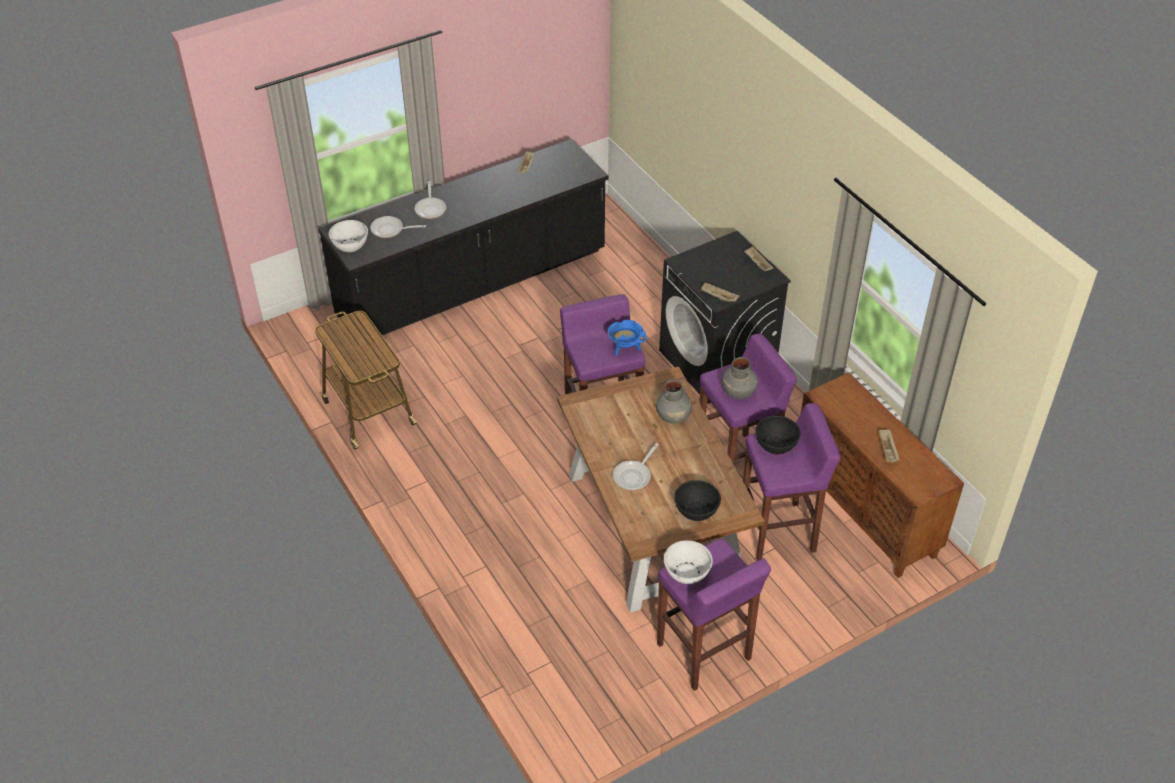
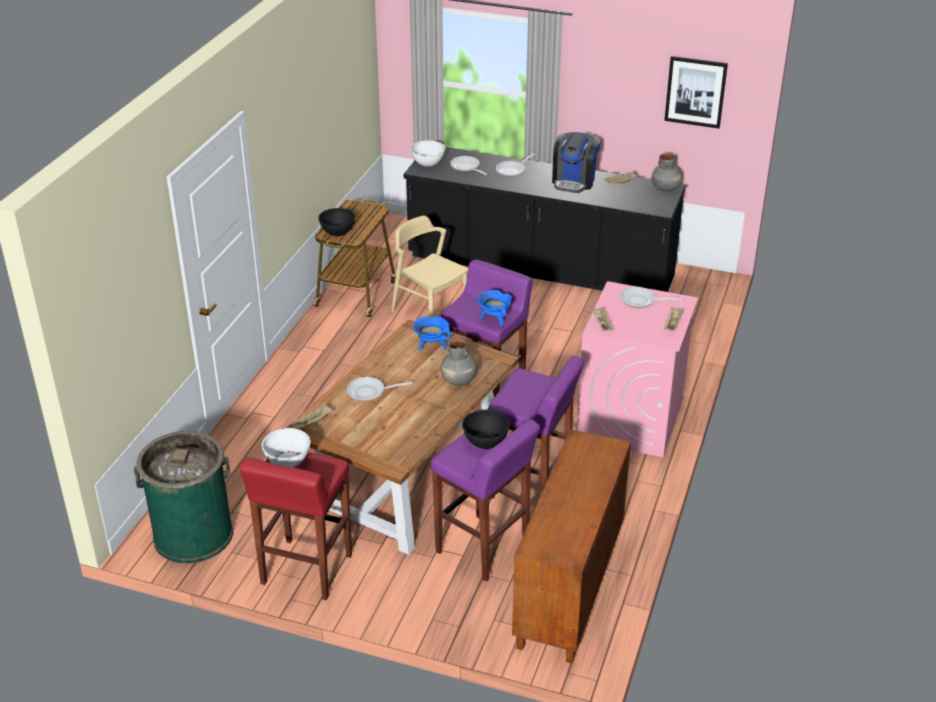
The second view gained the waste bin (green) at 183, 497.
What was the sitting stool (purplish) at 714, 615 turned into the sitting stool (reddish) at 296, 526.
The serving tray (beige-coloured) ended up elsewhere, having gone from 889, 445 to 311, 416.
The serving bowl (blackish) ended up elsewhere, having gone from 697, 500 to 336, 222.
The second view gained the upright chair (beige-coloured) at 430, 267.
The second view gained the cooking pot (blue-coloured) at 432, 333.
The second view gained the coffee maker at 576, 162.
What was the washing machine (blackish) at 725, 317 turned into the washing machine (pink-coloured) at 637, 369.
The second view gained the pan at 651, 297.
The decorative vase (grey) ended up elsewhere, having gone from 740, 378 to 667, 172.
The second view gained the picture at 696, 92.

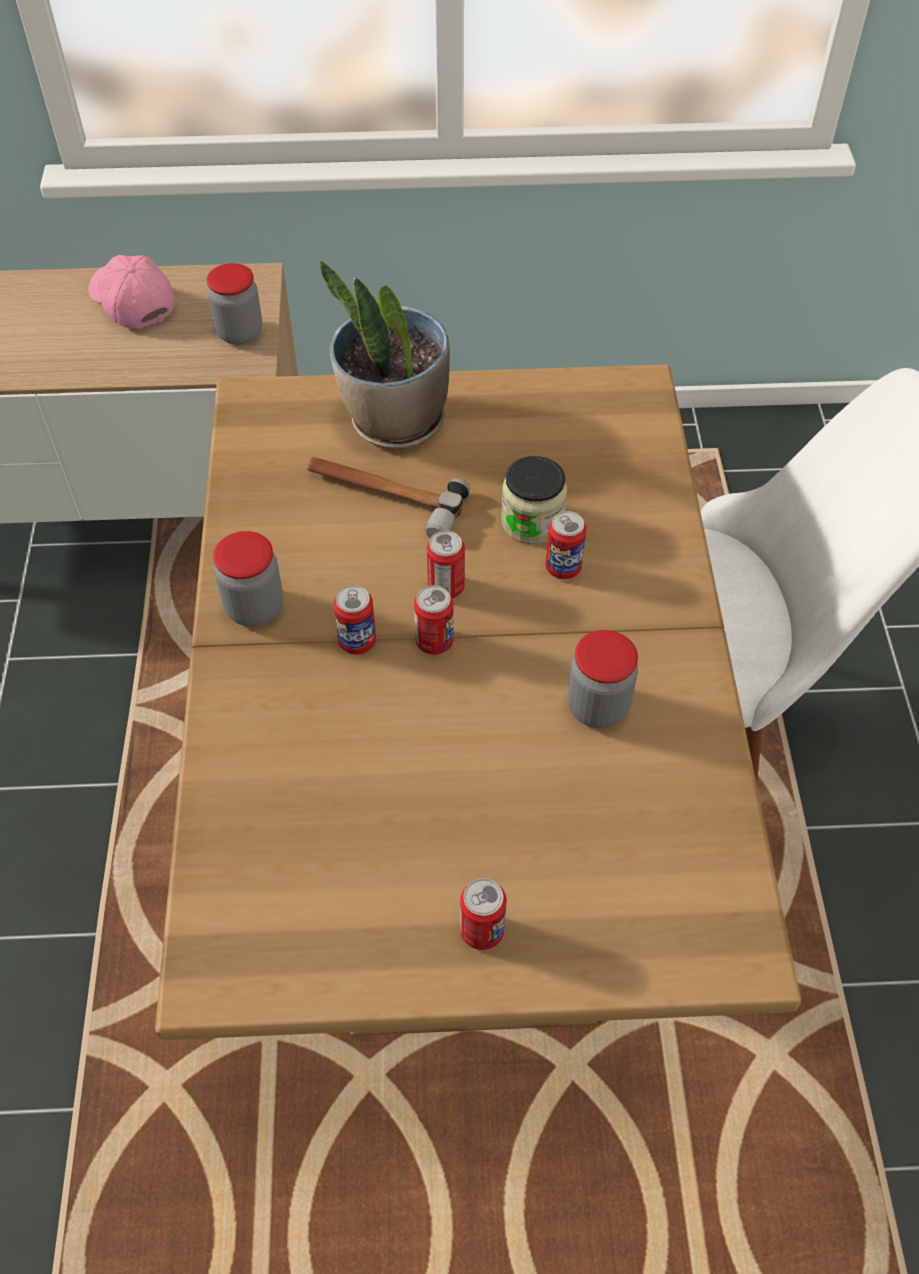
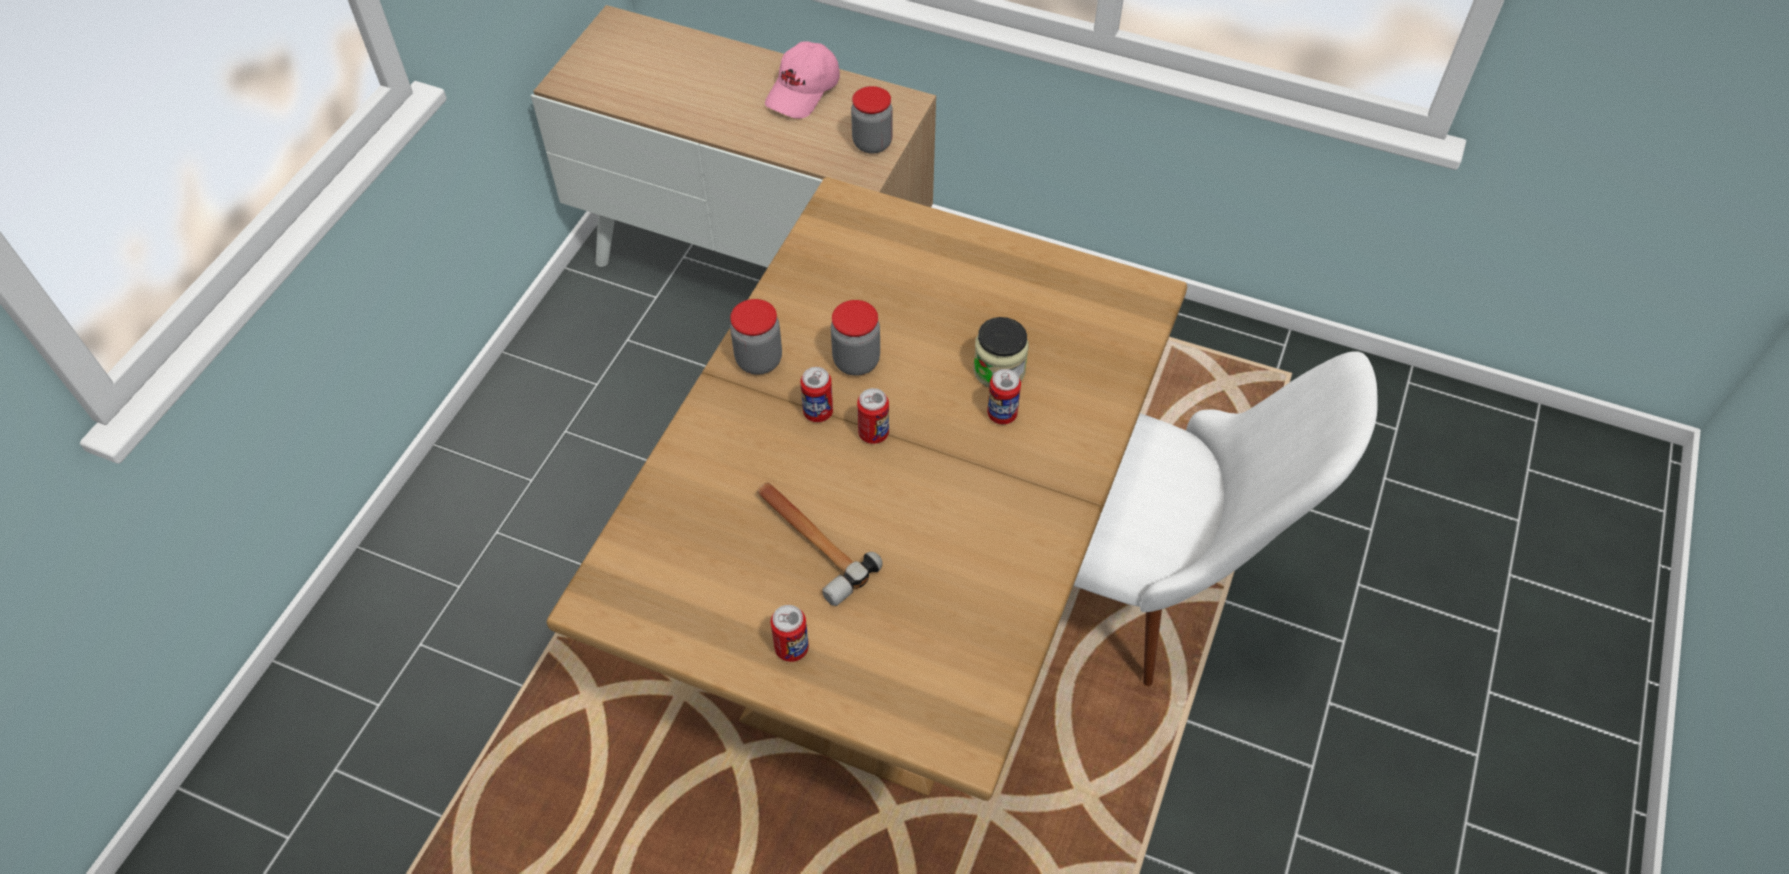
The tool hammer ended up elsewhere, having gone from 388, 497 to 819, 544.
The cap (pink-coloured) at 131, 292 ended up facing another way, 135 degrees counterclockwise from before.
The jar ended up elsewhere, having gone from 602, 679 to 855, 338.
The second view lost the plant in a pot at 385, 354.
The second view lost the metal can at 446, 564.

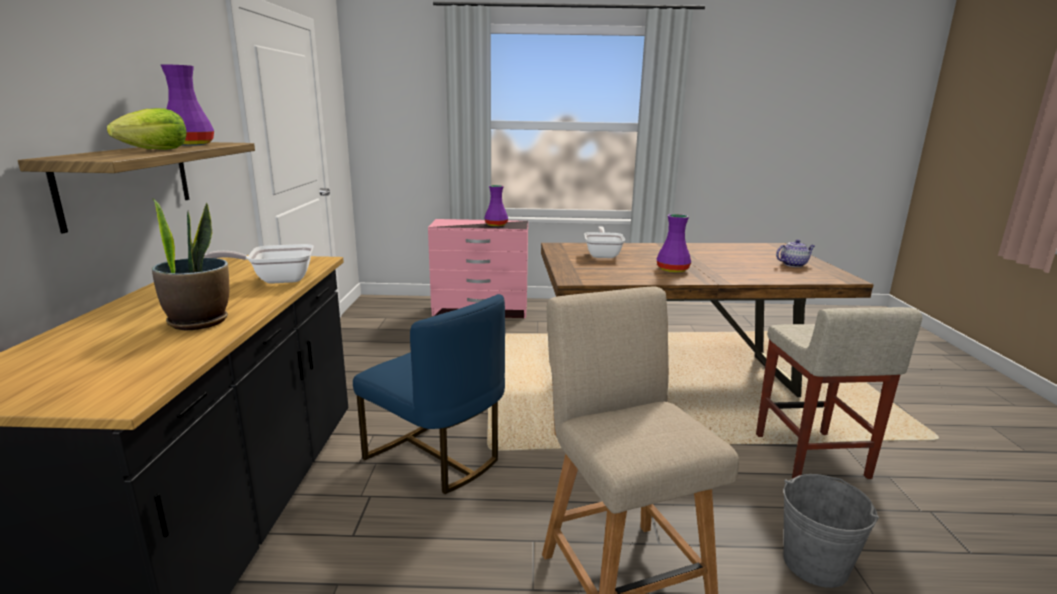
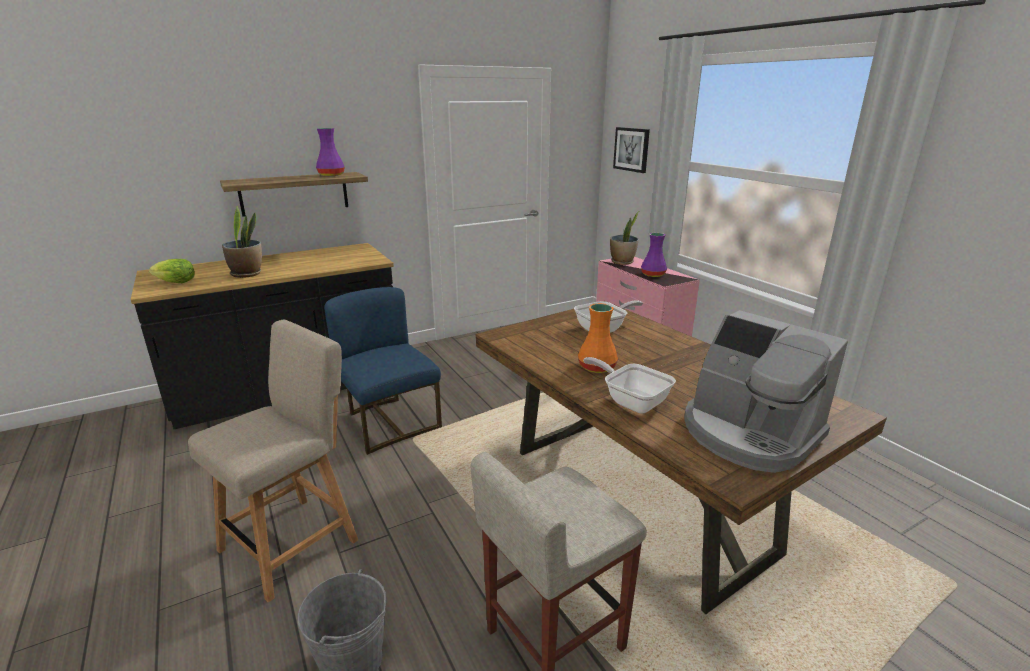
The head of lettuce ended up elsewhere, having gone from 147, 129 to 172, 271.
The upright chair (blue-coloured) at 429, 394 ended up facing another way, 135 degrees clockwise from before.
What was the decorative vase (purplish) at 674, 243 turned into the decorative vase (orange) at 598, 338.
The pan ended up elsewhere, having gone from 259, 264 to 629, 385.
The second view gained the plant in a pot at 624, 238.
The second view gained the picture at 631, 150.
Where the teapot stood at 795, 253, the coffee maker came to stand at 766, 391.

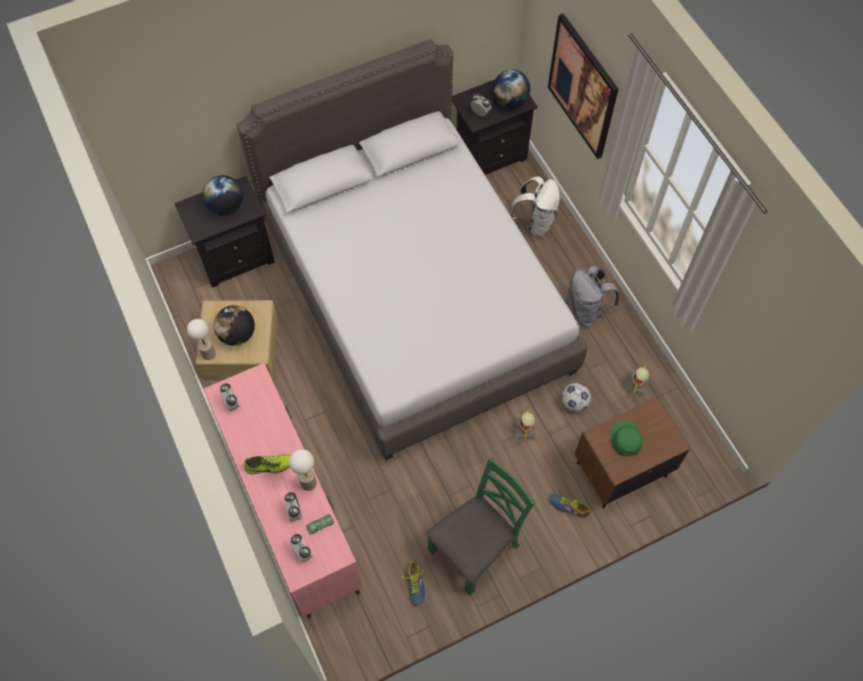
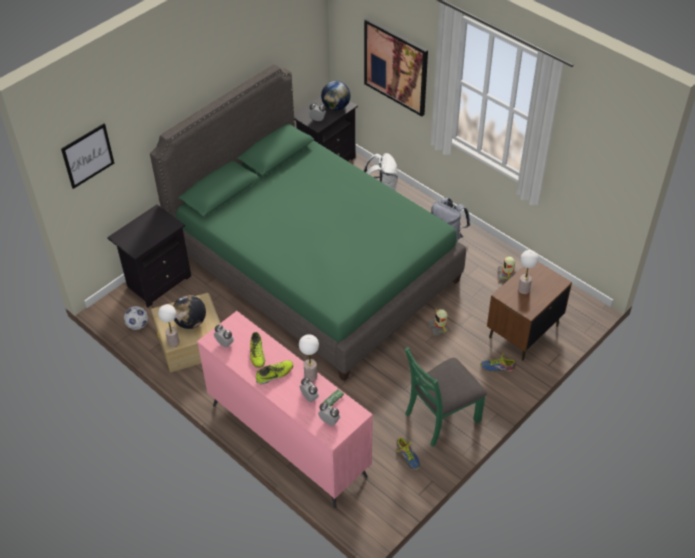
The second view gained the picture at 87, 156.
The ball for football ended up elsewhere, having gone from 576, 397 to 136, 318.
What was the bedroom bed (grey) at 412, 249 turned into the bedroom bed (green) at 308, 222.
The second view gained the low shoe at 257, 350.
The upright chair (green) at 481, 526 ended up facing another way, 150 degrees counterclockwise from before.
Where the cap (green) stood at 627, 438, the table lamp came to stand at 528, 272.
The second view lost the desk globe at 222, 195.

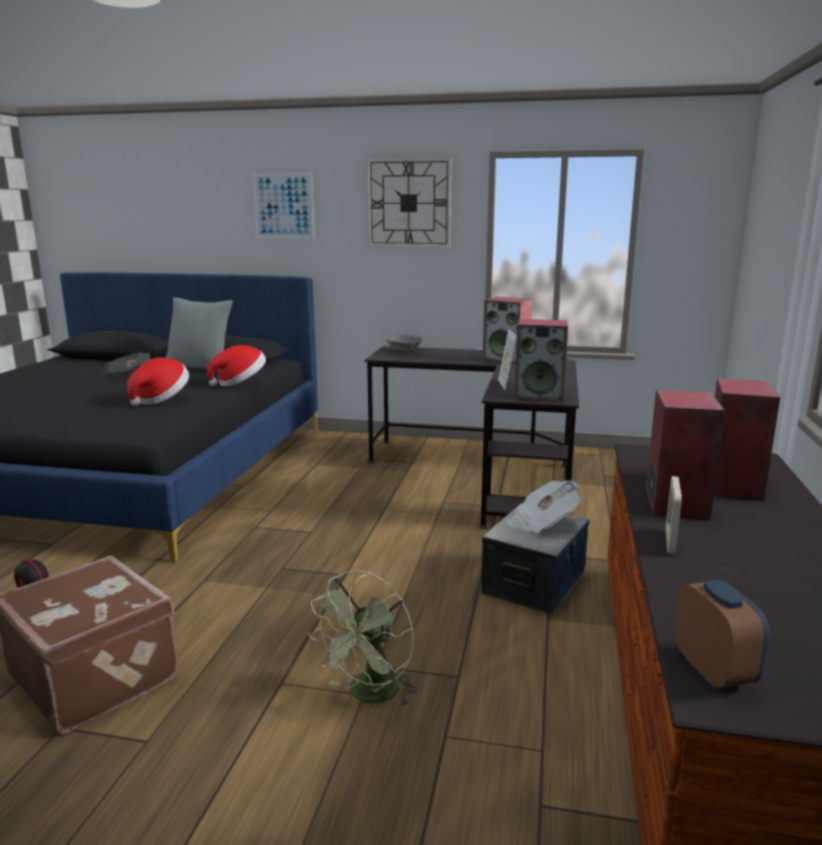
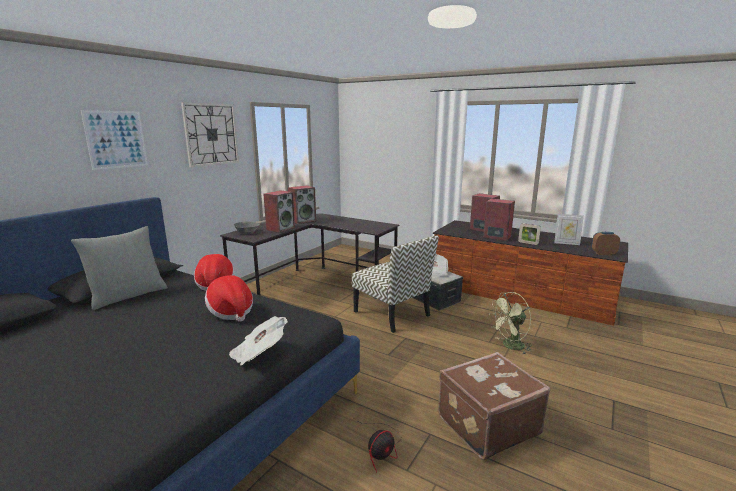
The newspaper ended up elsewhere, having gone from 127, 362 to 258, 340.
The loudspeaker ended up elsewhere, having gone from 541, 361 to 279, 211.
The second view gained the upright chair at 395, 284.
The fan (green) at 362, 638 ended up facing another way, 105 degrees clockwise from before.
The standing frame ended up elsewhere, having gone from 507, 359 to 569, 229.

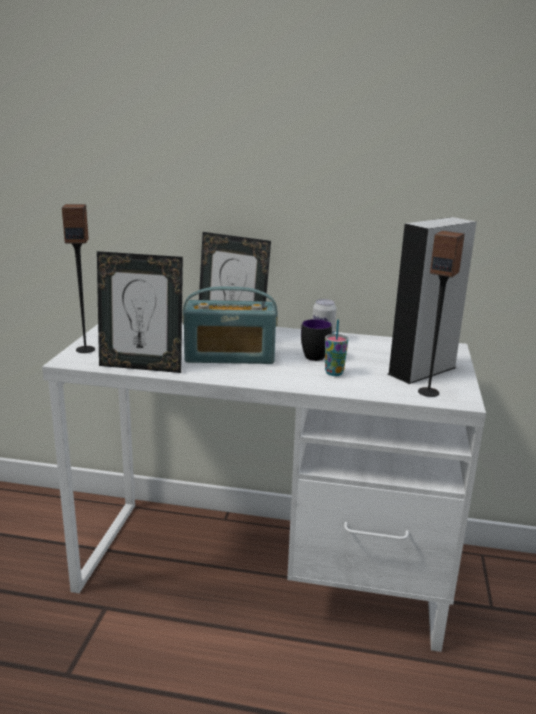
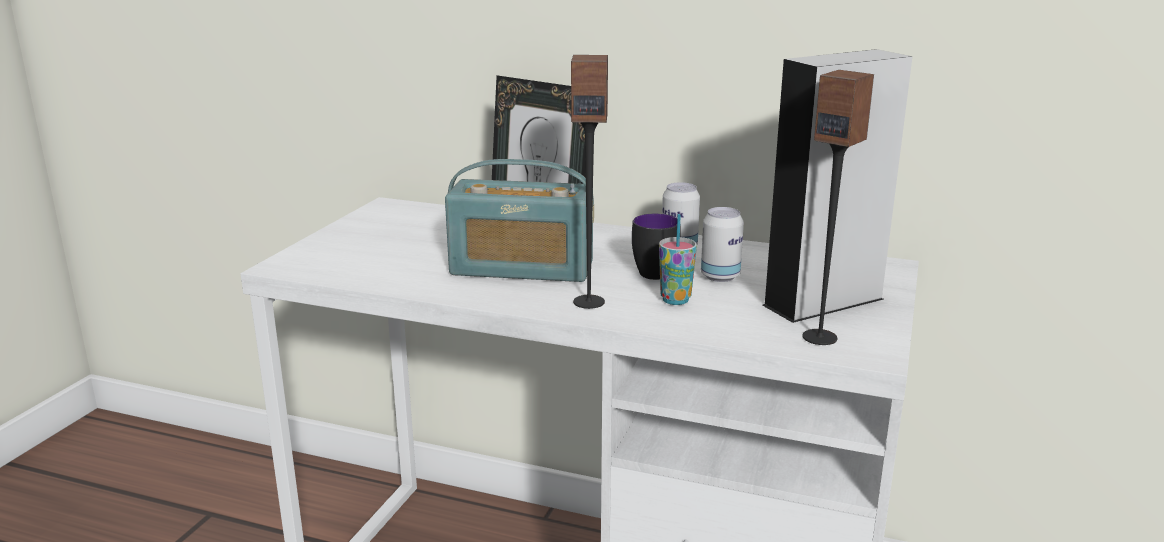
The loudspeaker ended up elsewhere, having gone from 78, 278 to 589, 182.
The second view gained the metal can at 722, 244.
The second view lost the standing frame at 140, 312.

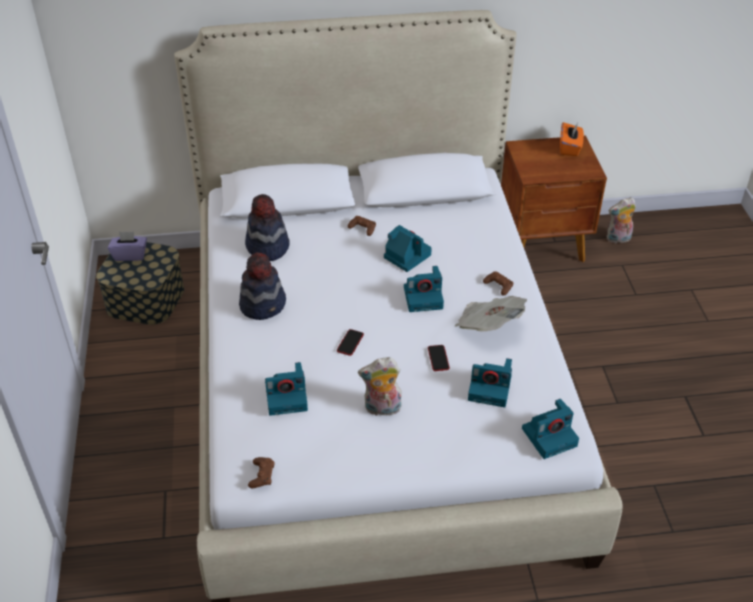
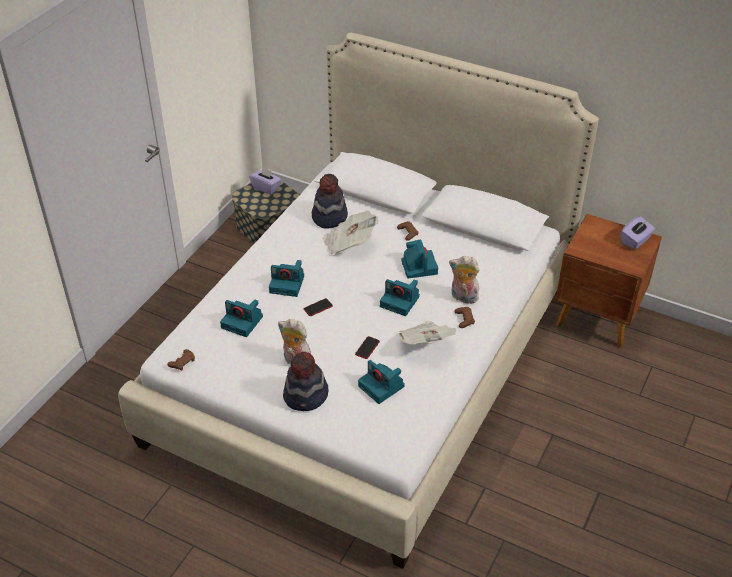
The still camera ended up elsewhere, having gone from 550, 429 to 286, 278.
The wearable hat ended up elsewhere, having gone from 262, 286 to 306, 381.
The second view gained the newspaper at 350, 233.
The soft toy ended up elsewhere, having gone from 621, 220 to 464, 280.
What was the box of tissues (orange) at 572, 139 turned into the box of tissues (purplish) at 638, 233.

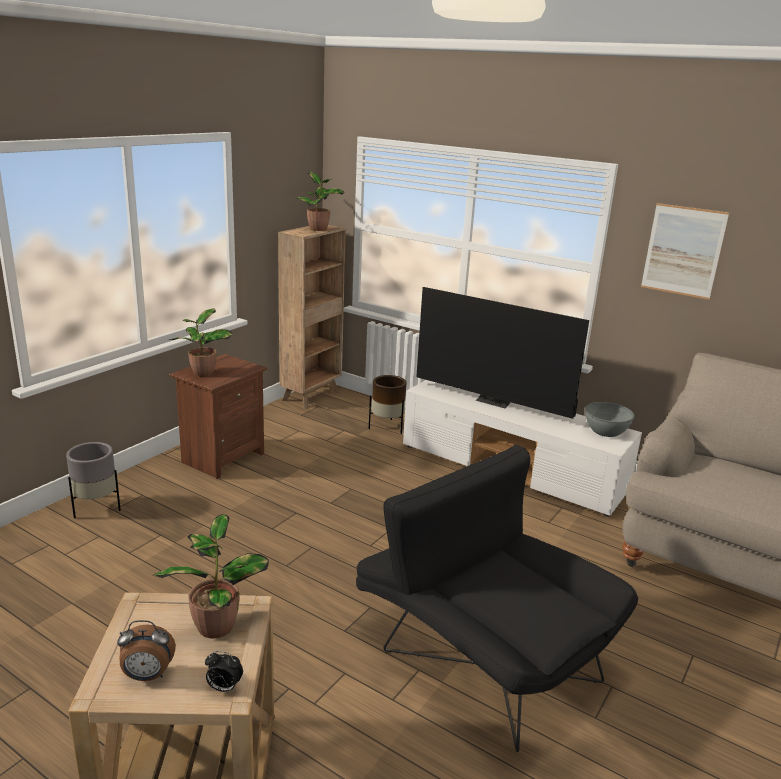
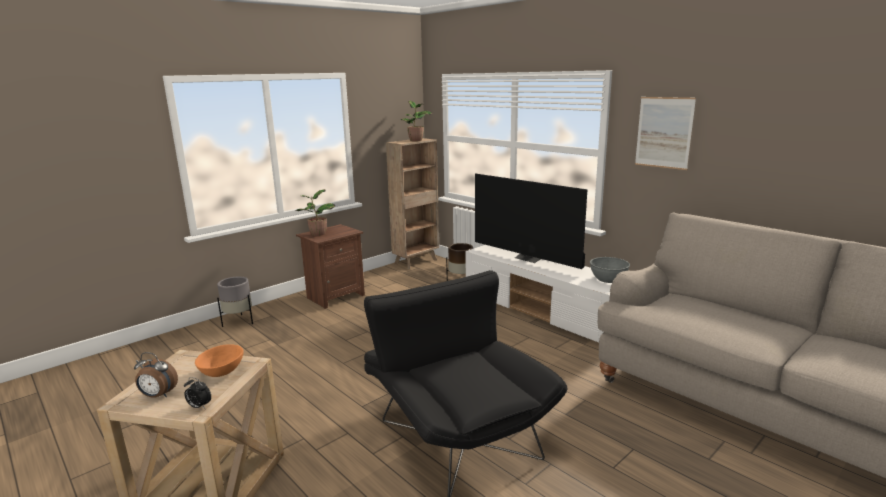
Where the plant in a pot stood at 211, 576, the serving bowl (orange) came to stand at 219, 360.

